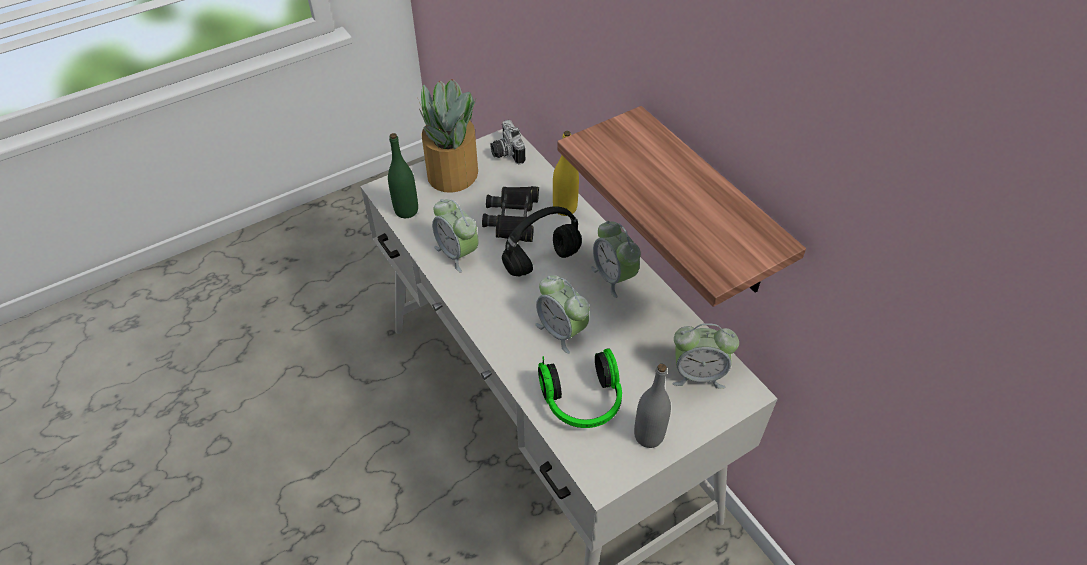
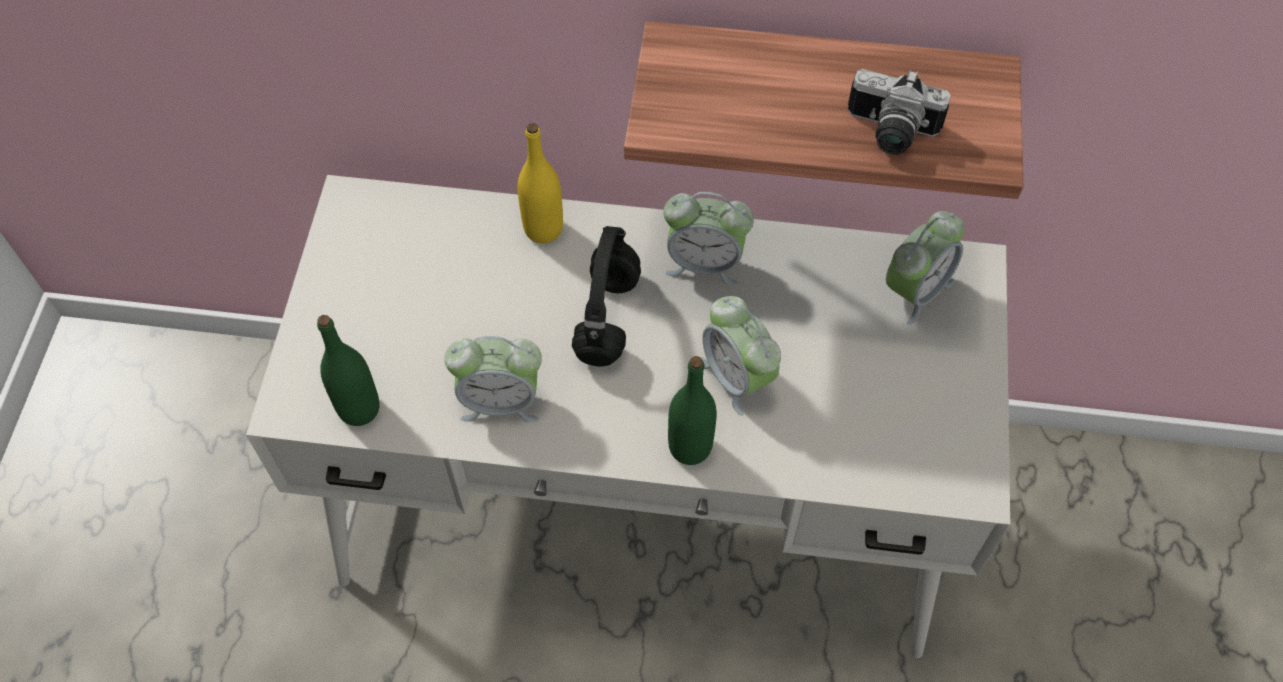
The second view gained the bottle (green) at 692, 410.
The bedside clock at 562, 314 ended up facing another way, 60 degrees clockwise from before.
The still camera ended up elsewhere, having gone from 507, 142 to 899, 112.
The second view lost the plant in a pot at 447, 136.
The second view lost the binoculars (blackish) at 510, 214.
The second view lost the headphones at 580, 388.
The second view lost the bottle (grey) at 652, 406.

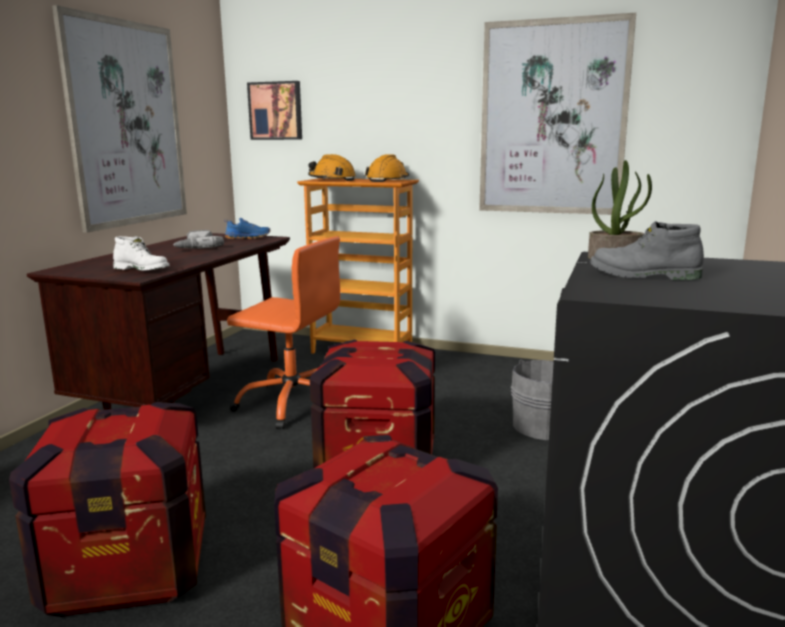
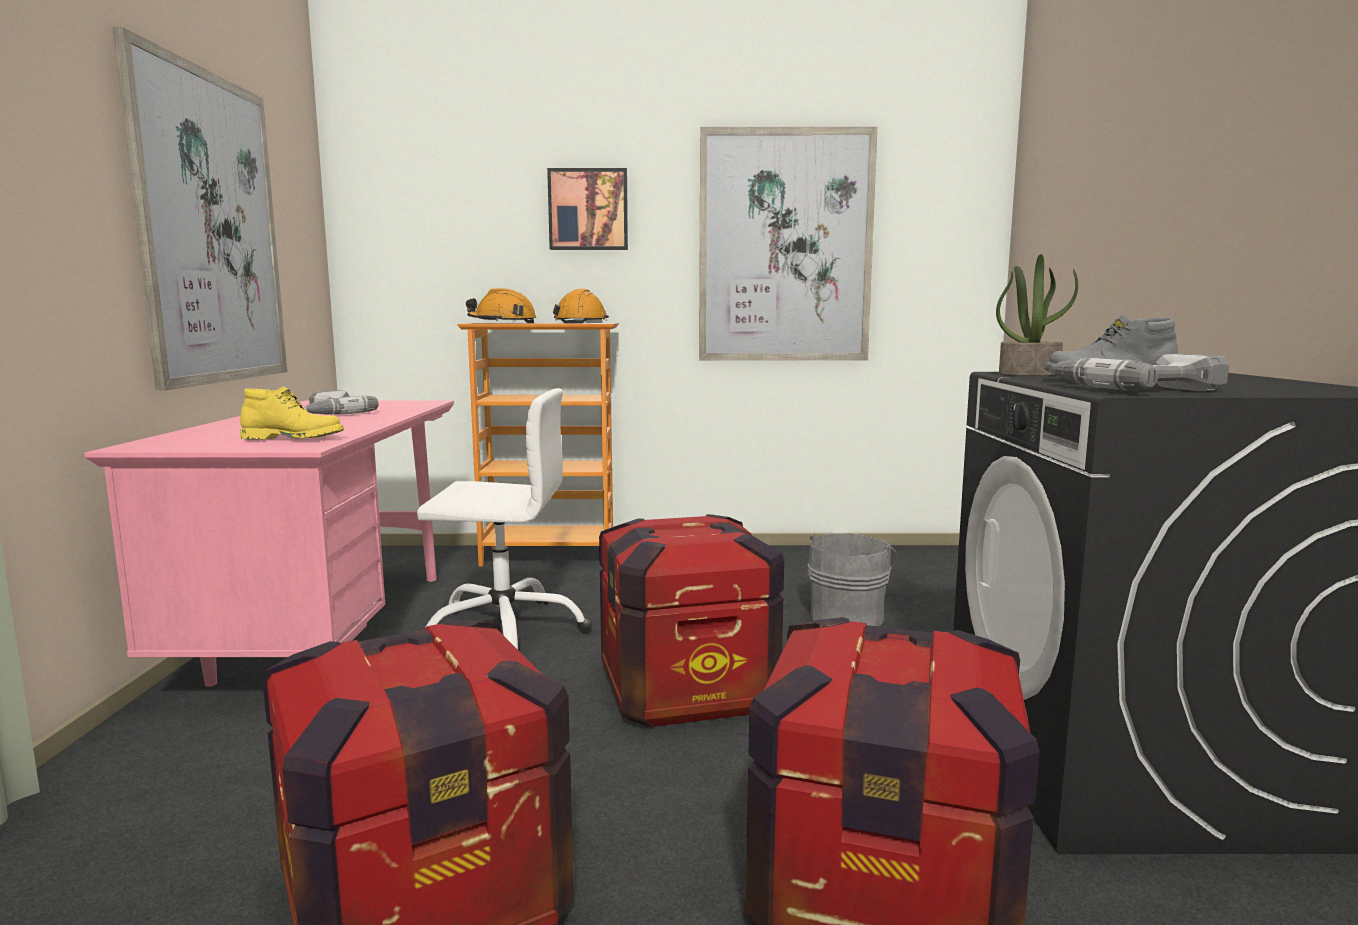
What was the desk unit (brownish) at 158, 321 turned into the desk unit (pink-coloured) at 269, 543.
What was the tall boot (whitish) at 141, 253 turned into the tall boot (yellow-coloured) at 292, 413.
What was the computer chair (orange) at 283, 332 turned into the computer chair (whitish) at 504, 518.
The picture ended up elsewhere, having gone from 274, 110 to 587, 209.
The second view gained the drill at 1140, 372.
The second view lost the low shoe (blue-coloured) at 247, 228.

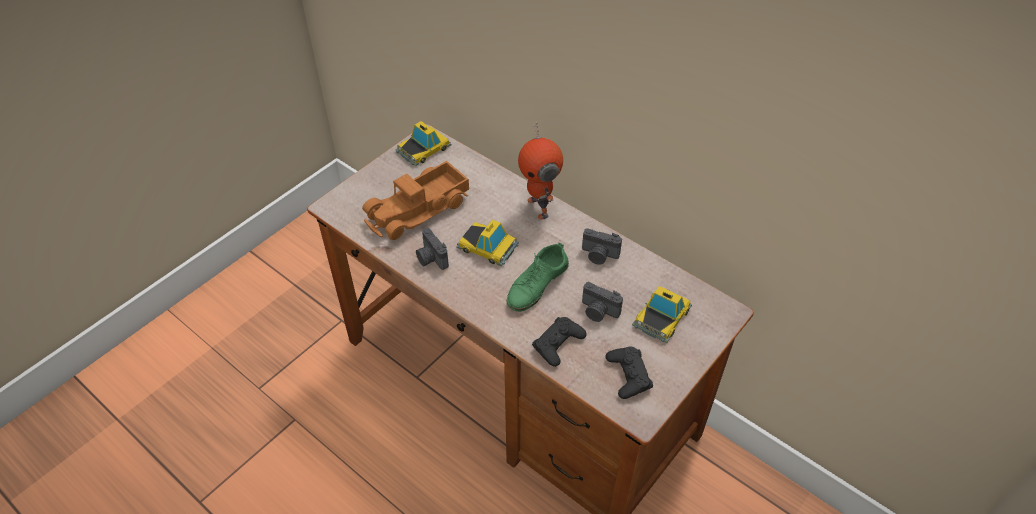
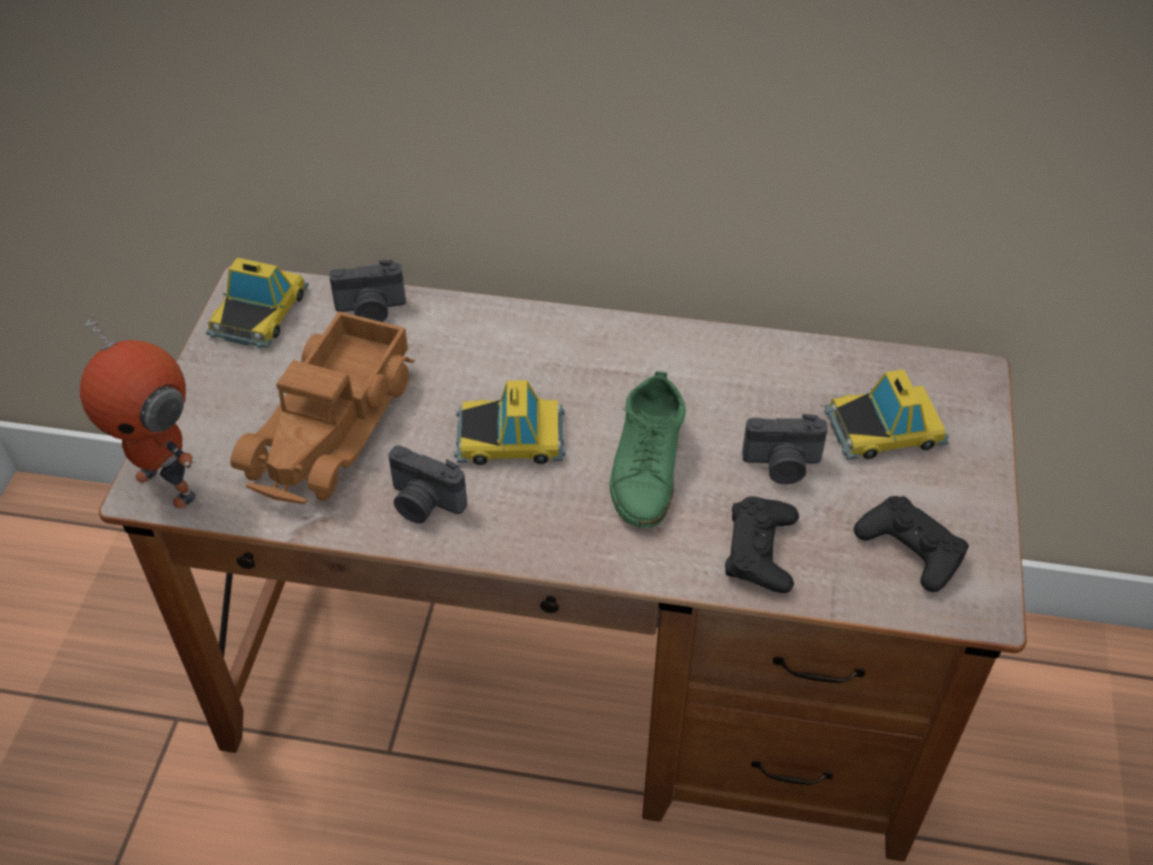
The toy robot ended up elsewhere, having gone from 540, 171 to 138, 412.
The still camera ended up elsewhere, having gone from 602, 246 to 367, 291.
The miniature car at 662, 314 ended up facing another way, 75 degrees clockwise from before.

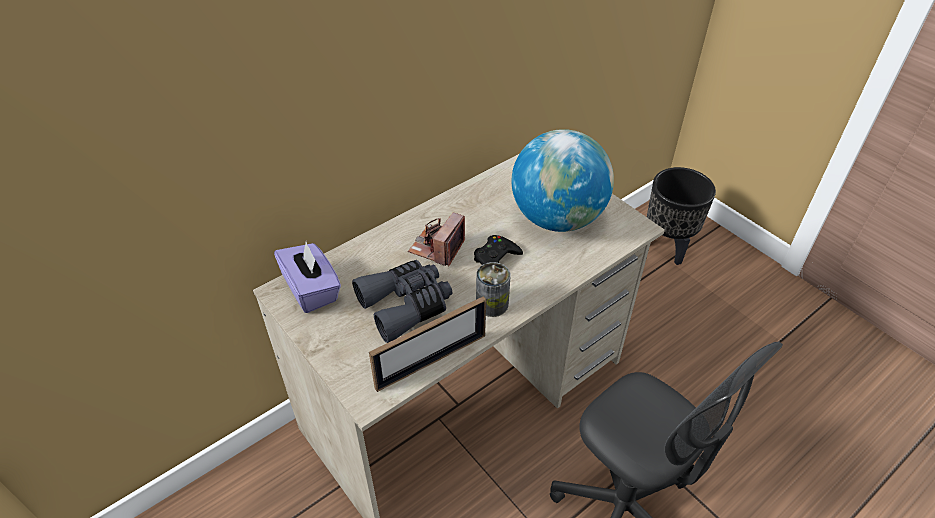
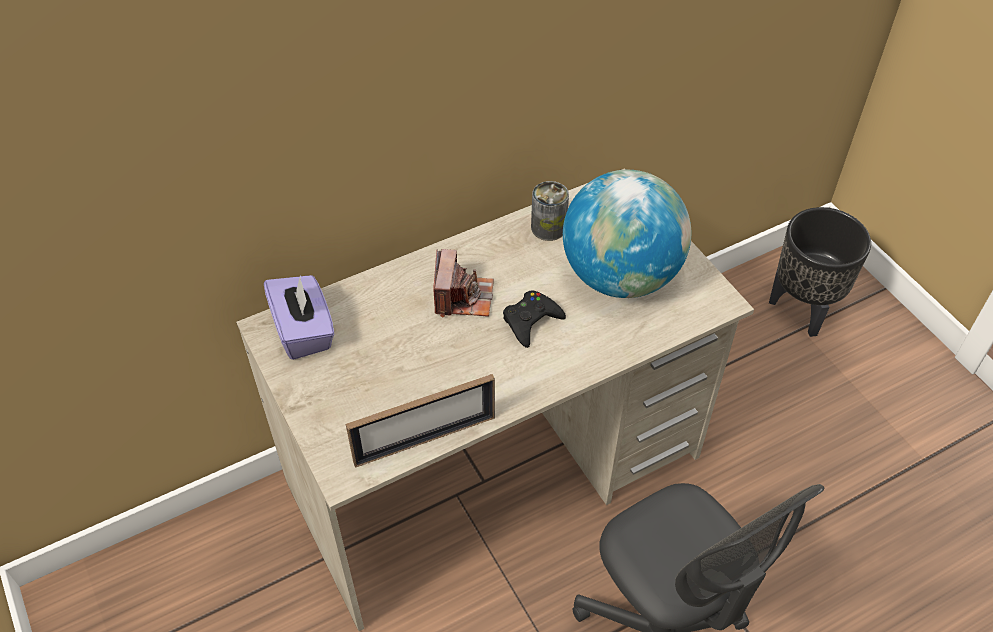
The still camera at 436, 240 ended up facing another way, 150 degrees clockwise from before.
The metal can ended up elsewhere, having gone from 493, 289 to 550, 211.
The second view lost the binoculars (grey) at 402, 301.

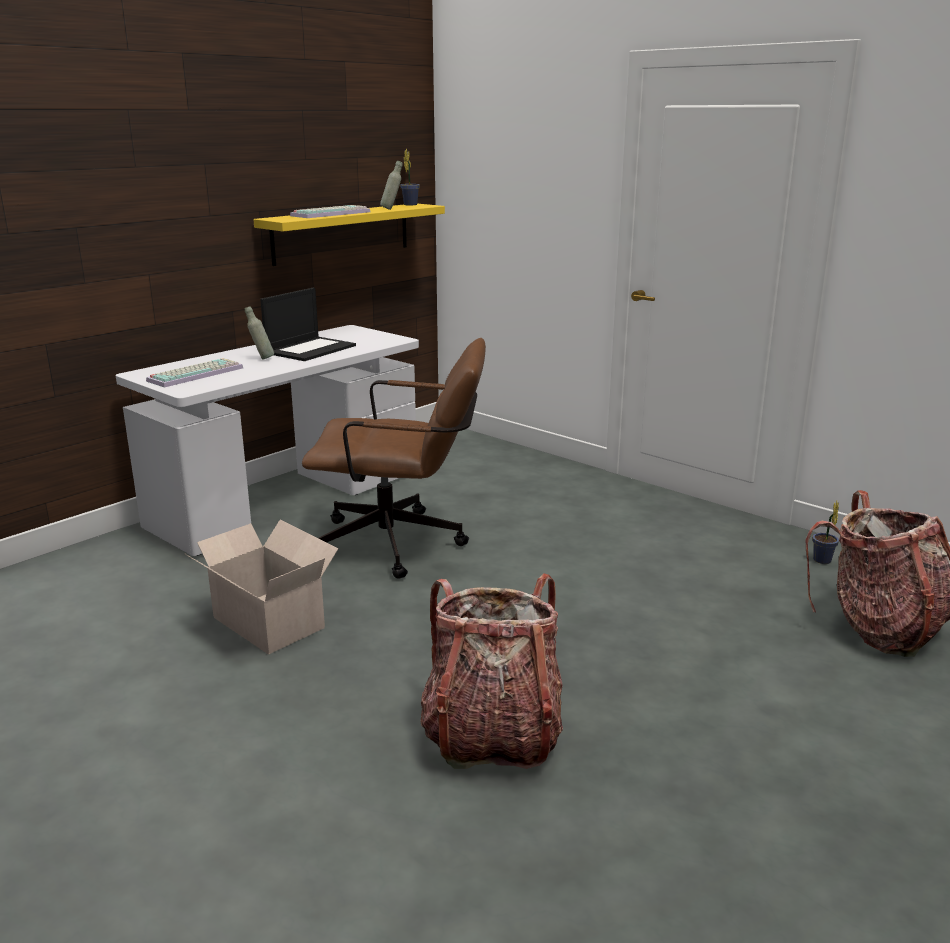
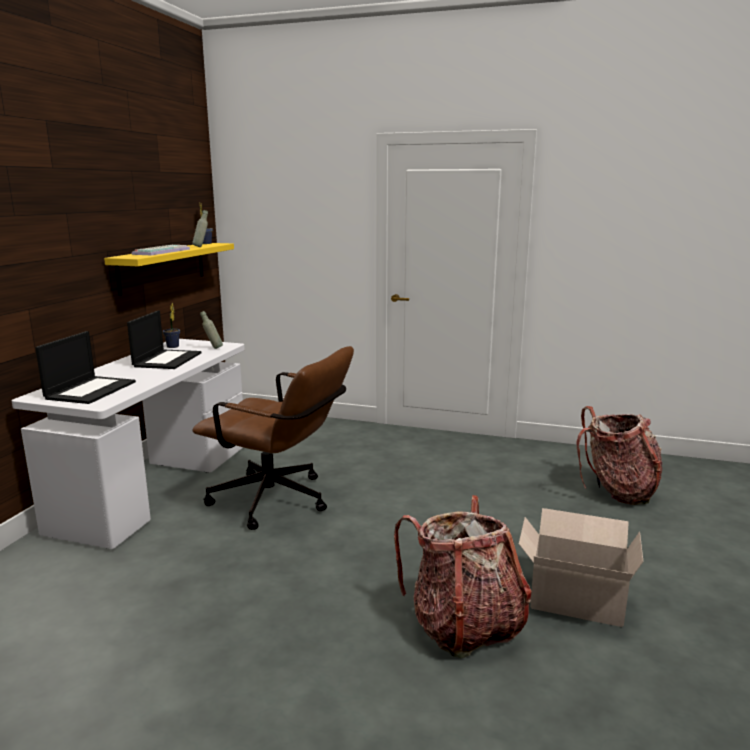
Where the keyboard stood at 194, 372, the laptop came to stand at 85, 367.
The plant in a pot ended up elsewhere, having gone from 825, 532 to 171, 325.
The computer chair (brownish) at 394, 458 ended up facing another way, 45 degrees clockwise from before.
The bottle (grey) ended up elsewhere, having gone from 259, 333 to 211, 330.
The packing box ended up elsewhere, having gone from 261, 587 to 581, 567.

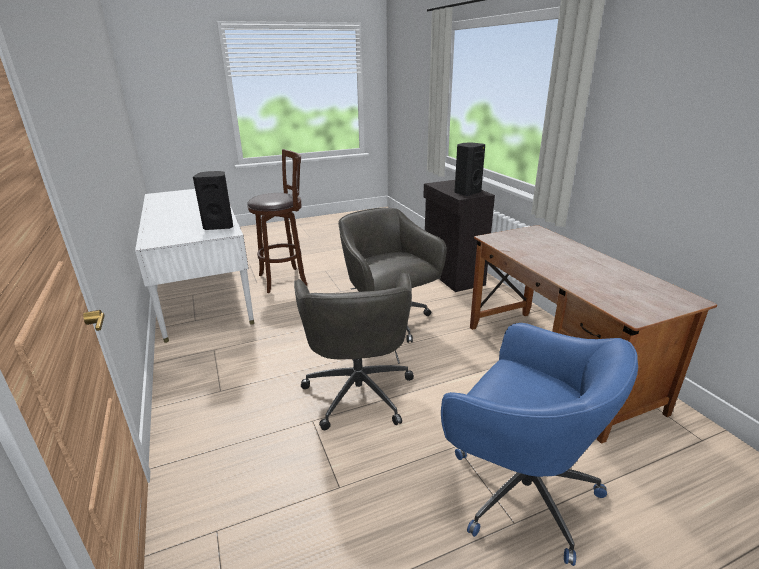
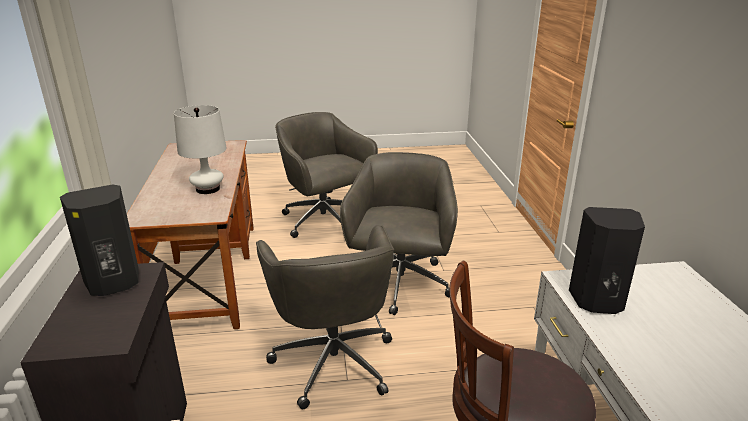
The second view gained the table lamp (whitish) at 200, 149.
What was the computer chair (blue-coloured) at 539, 444 turned into the computer chair (grey) at 326, 175.

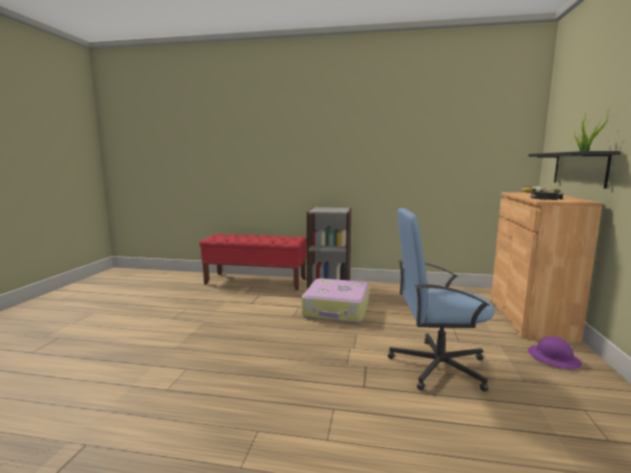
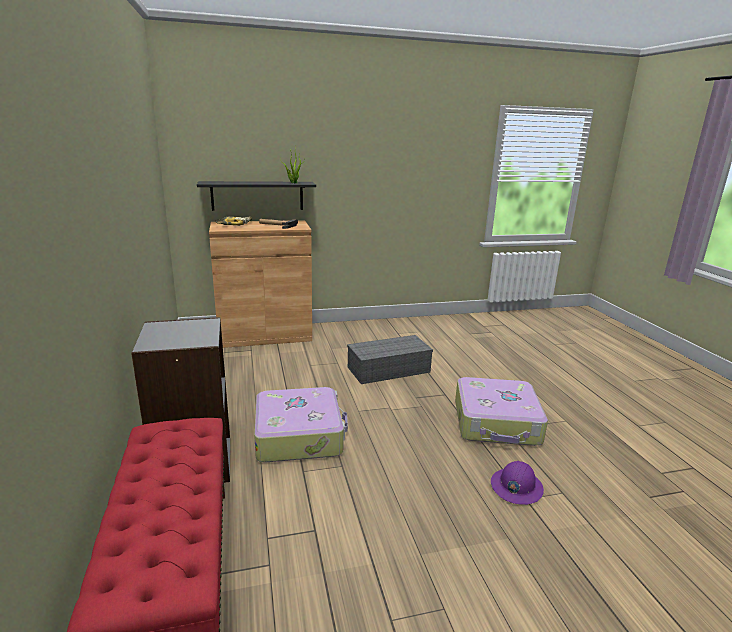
Where the computer chair (blue-coloured) stood at 441, 299, the storage box (grey) came to stand at 390, 359.
The second view gained the suitcase at 501, 411.
The hard hat (purplish) ended up elsewhere, having gone from 555, 352 to 517, 483.

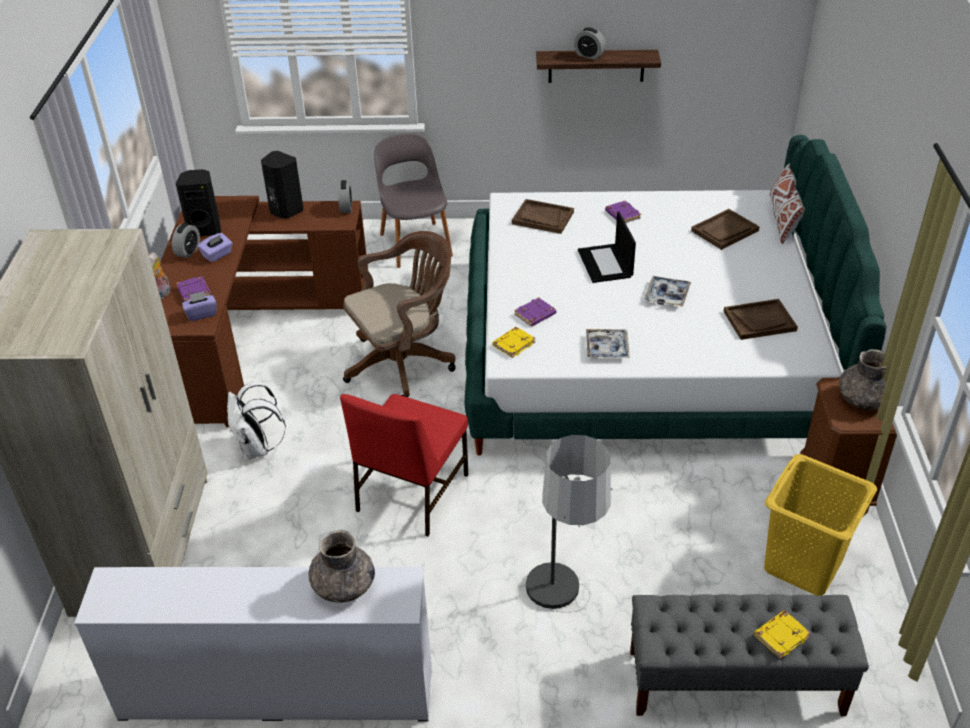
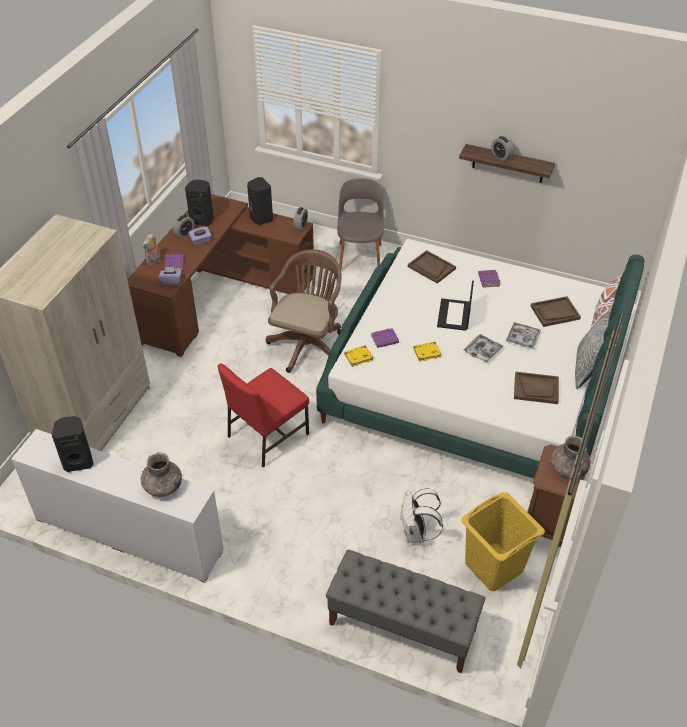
The second view gained the loudspeaker (blackish) at 73, 444.
The computer chair (brownish) at 399, 314 ended up facing another way, 60 degrees counterclockwise from before.
The rucksack (whitish) ended up elsewhere, having gone from 256, 420 to 421, 515.
The book (yellow-coloured) ended up elsewhere, having gone from 782, 635 to 427, 351.
The serving tray ended up elsewhere, having gone from 608, 343 to 523, 335.
The second view gained the throw pillow at 593, 349.
The second view lost the floor lamp at 569, 523.

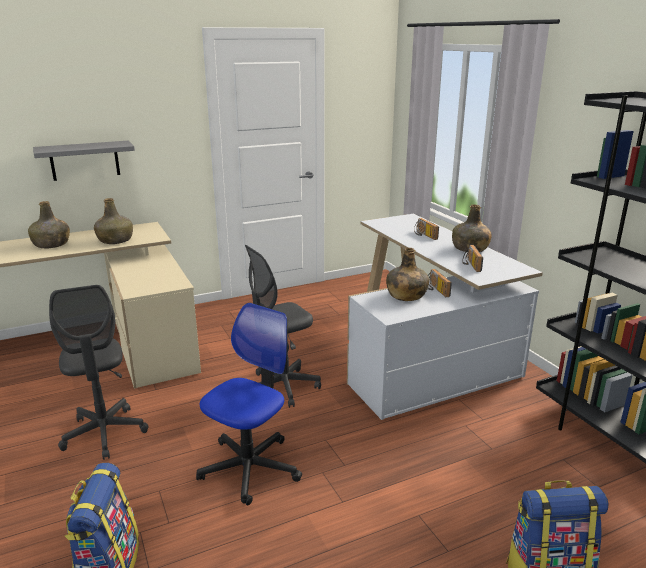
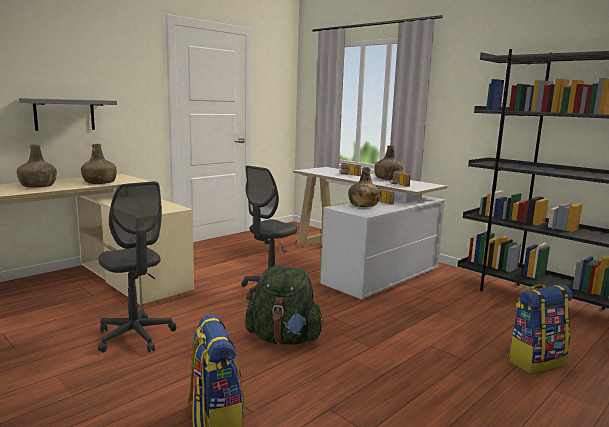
Where the computer chair stood at 249, 404, the rucksack (green) came to stand at 284, 305.

